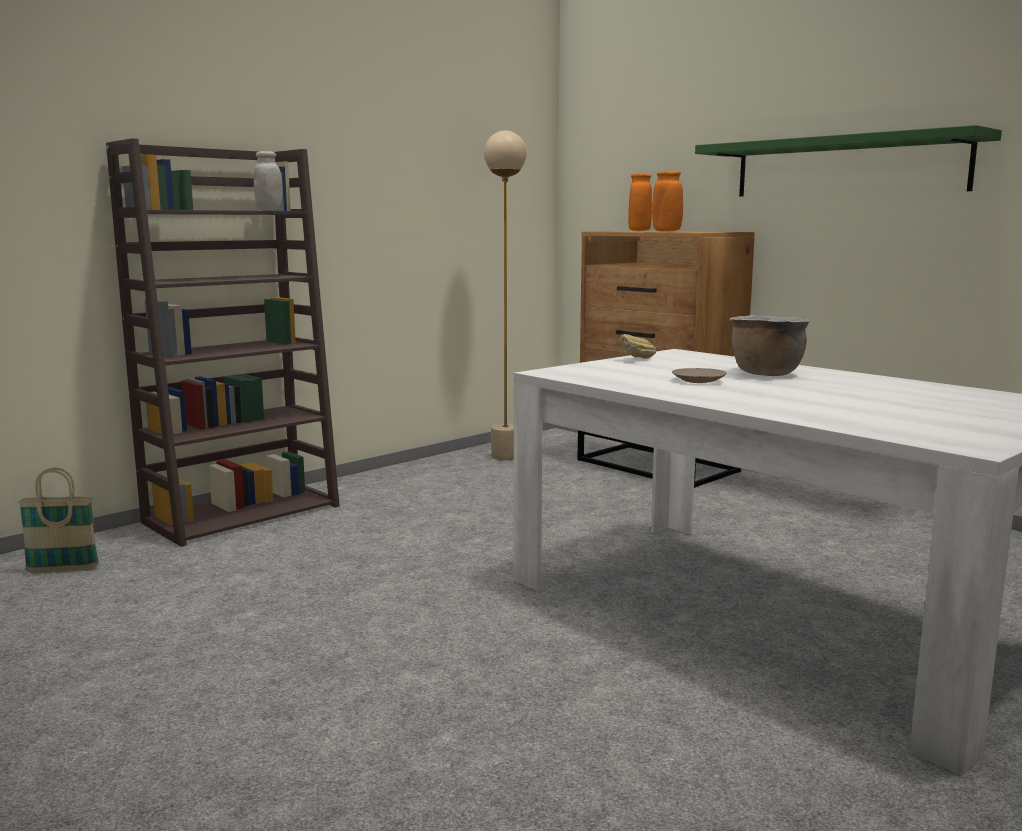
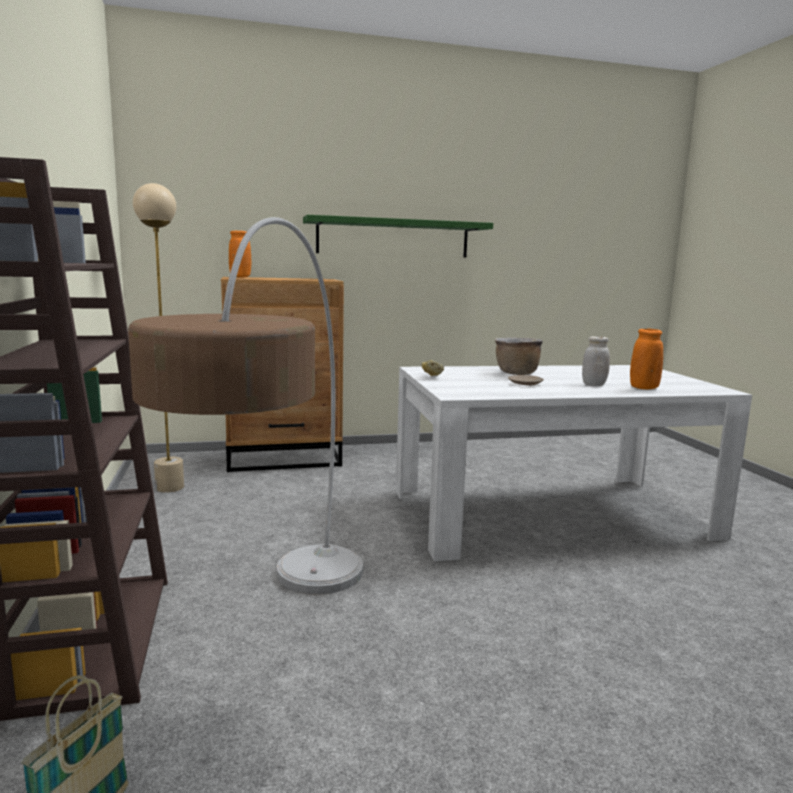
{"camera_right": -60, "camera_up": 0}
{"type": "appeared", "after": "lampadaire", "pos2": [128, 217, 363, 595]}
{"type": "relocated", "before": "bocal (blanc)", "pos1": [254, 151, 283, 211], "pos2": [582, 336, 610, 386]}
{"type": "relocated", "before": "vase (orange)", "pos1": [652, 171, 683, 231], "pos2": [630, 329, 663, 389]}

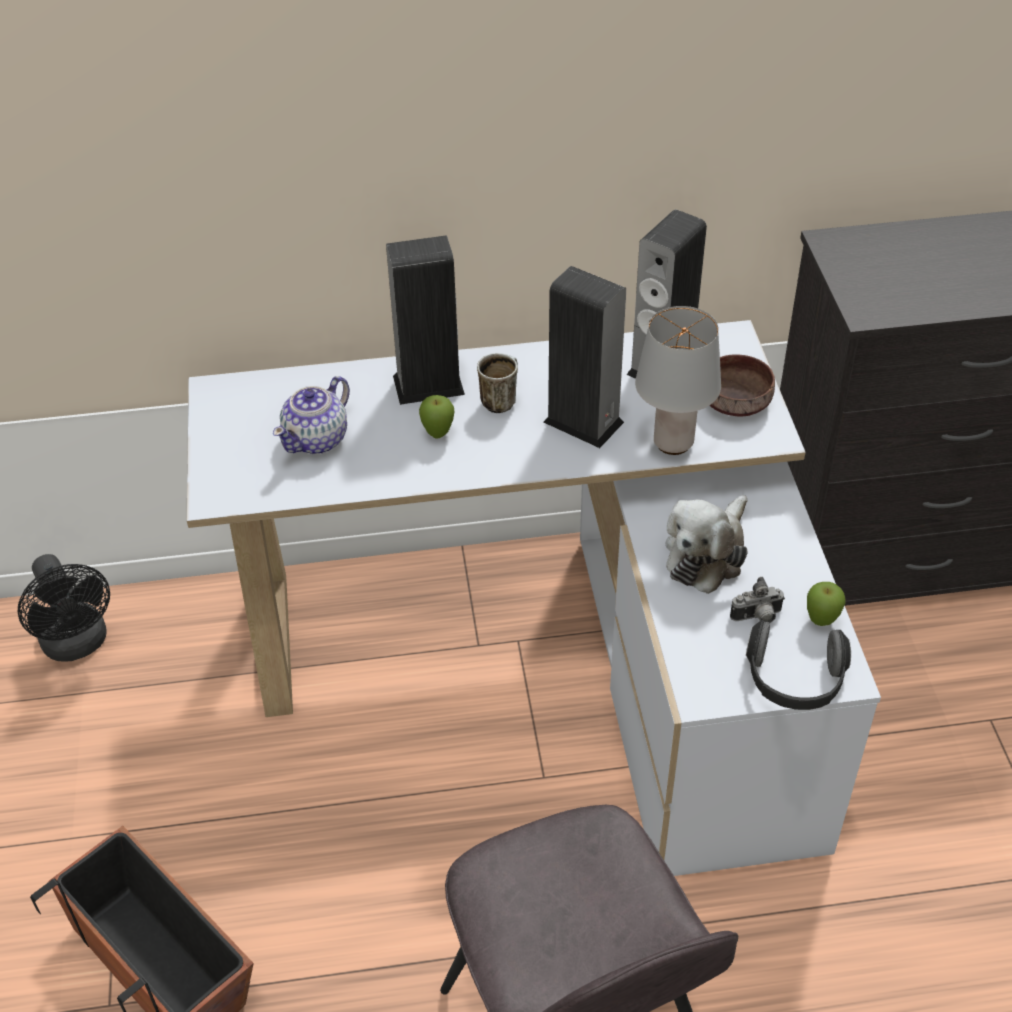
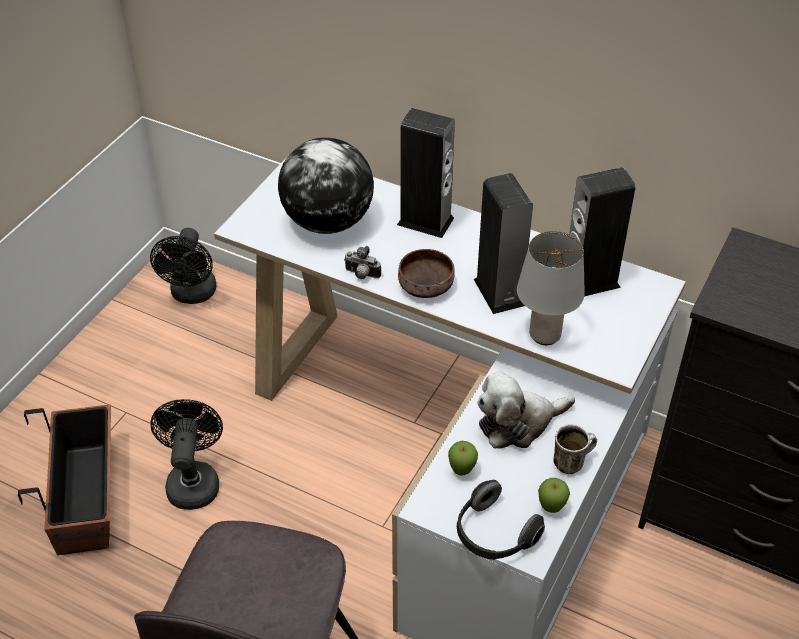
{"camera_right": 35, "camera_up": 0}
{"type": "appeared", "after": "ventilateur (noir)", "pos2": [150, 399, 223, 510]}
{"type": "exchanged", "before": "théière", "after": "globe", "pos1": [273, 376, 350, 454], "pos2": [278, 137, 374, 234]}
{"type": "relocated", "before": "appareil photo", "pos1": [730, 577, 785, 623], "pos2": [344, 246, 381, 279]}
{"type": "relocated", "before": "bol (marron)", "pos1": [709, 354, 775, 416], "pos2": [398, 249, 455, 298]}
{"type": "relocated", "before": "pomme", "pos1": [419, 395, 455, 439], "pos2": [448, 441, 478, 475]}
{"type": "relocated", "before": "mug", "pos1": [477, 353, 518, 413], "pos2": [553, 424, 597, 474]}

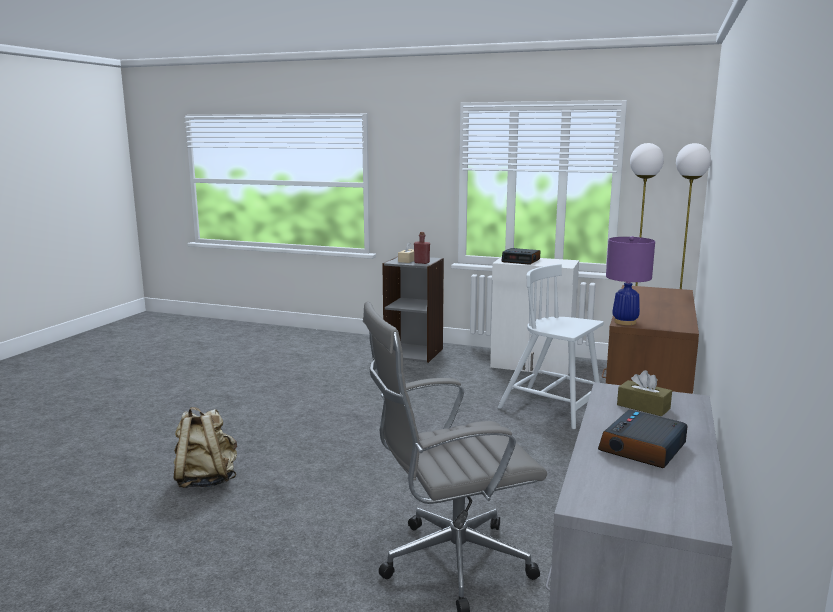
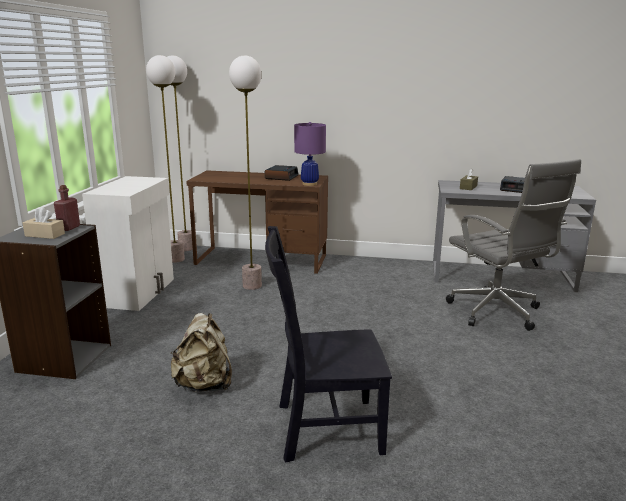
{"camera_right": -100, "camera_up": 5}
{"type": "relocated", "before": "sac à dos (beige)", "pos1": [174, 407, 237, 488], "pos2": [170, 313, 232, 392]}
{"type": "exchanged", "before": "chaise (blanc)", "after": "lampadaire", "pos1": [498, 264, 604, 429], "pos2": [229, 56, 262, 290]}
{"type": "relocated", "before": "réveil", "pos1": [502, 248, 541, 265], "pos2": [265, 165, 299, 181]}
{"type": "appeared", "after": "chaise (noir)", "pos2": [265, 226, 392, 463]}

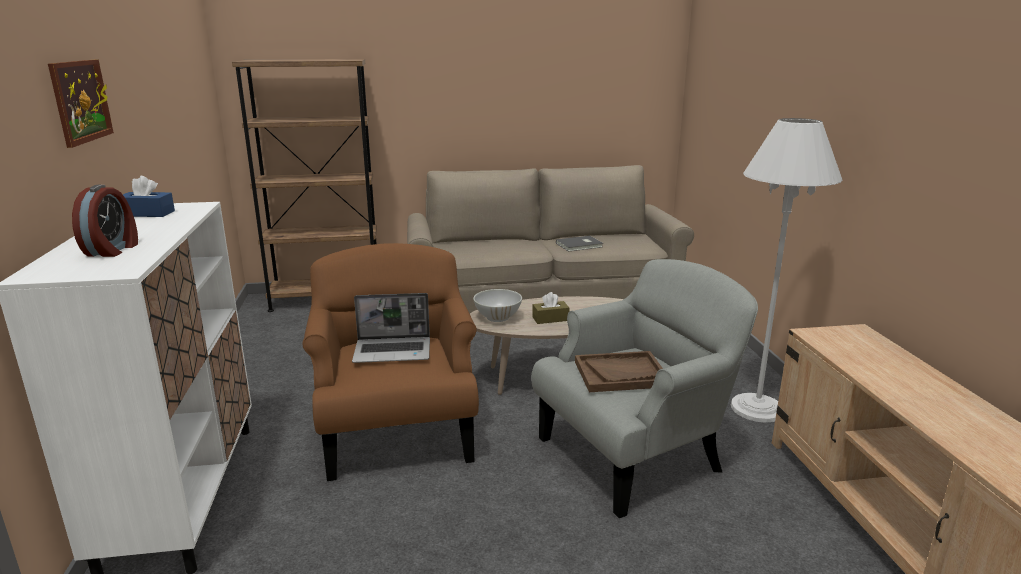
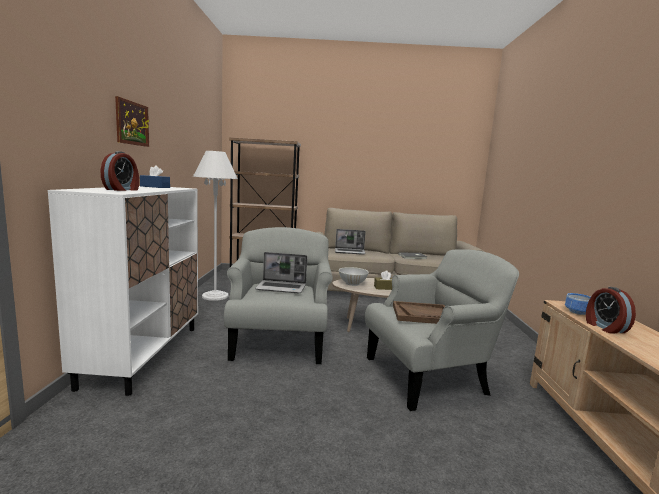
{"camera_right": 10, "camera_up": -10}
{"type": "relocated", "before": "lampadaire (blanc)", "pos1": [731, 118, 842, 423], "pos2": [193, 151, 238, 301]}
{"type": "colour", "before": "fauteuil (marron)", "after": "fauteuil (gris)", "pos1": [302, 243, 479, 481], "pos2": [224, 227, 333, 364]}
{"type": "appeared", "after": "ordinateur portable", "pos2": [335, 229, 366, 255]}
{"type": "appeared", "after": "bol", "pos2": [565, 293, 591, 315]}
{"type": "appeared", "after": "réveil", "pos2": [586, 287, 636, 333]}

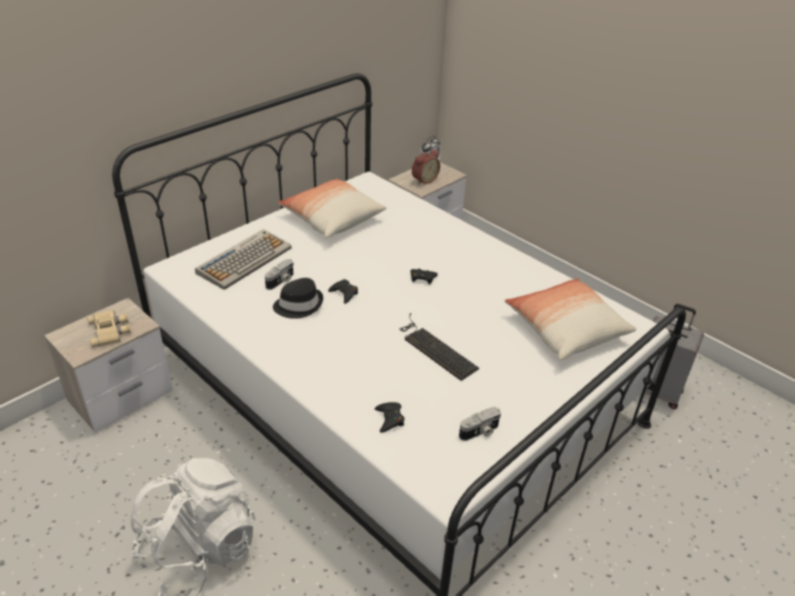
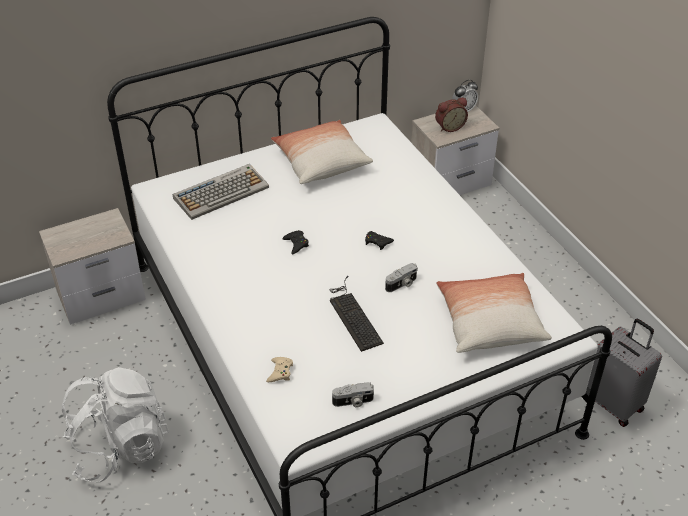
{"camera_right": 20, "camera_up": 5}
{"type": "colour", "before": "manette (noir)", "after": "manette (beige)", "pos1": [375, 402, 405, 433], "pos2": [266, 357, 293, 382]}
{"type": "relocated", "before": "appareil photo", "pos1": [265, 259, 294, 290], "pos2": [385, 263, 418, 292]}
{"type": "missing", "before": "jumelles (beige)", "pos1": [87, 310, 131, 347]}
{"type": "missing", "before": "chapeau (noir)", "pos1": [273, 278, 323, 319]}

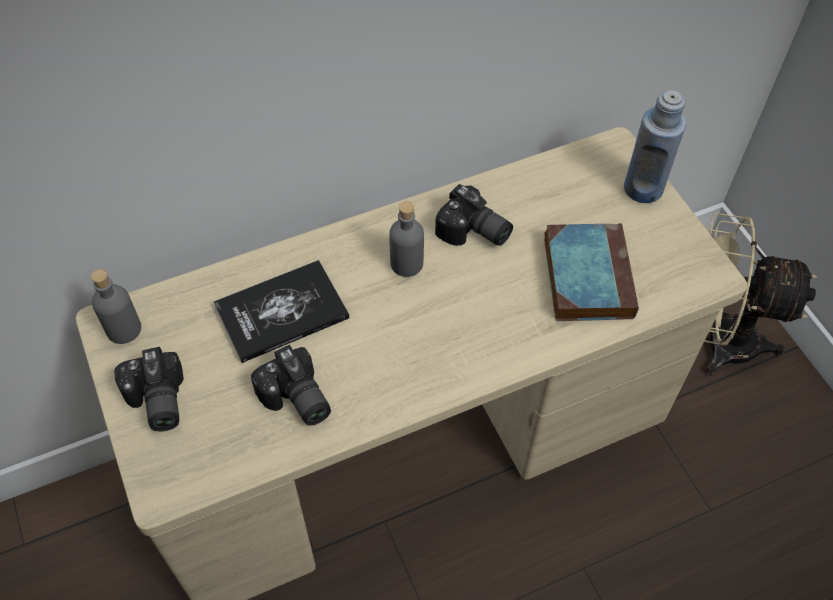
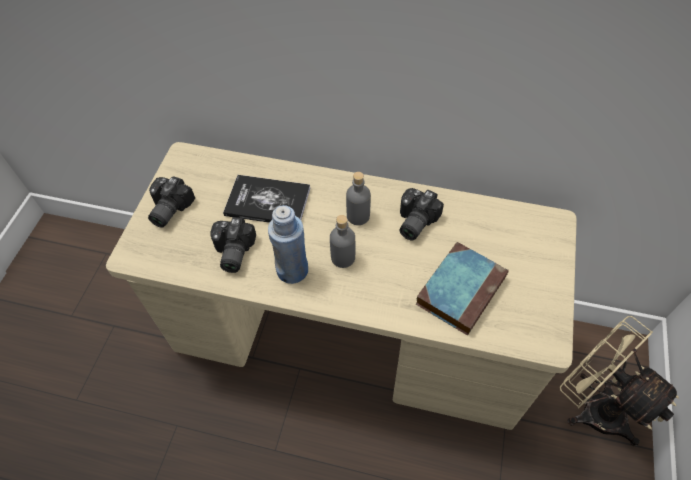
{"camera_right": 40, "camera_up": 0}
{"type": "relocated", "before": "bouteille (bleu)", "pos1": [624, 90, 686, 203], "pos2": [268, 205, 308, 284]}
{"type": "relocated", "before": "bouteille (gris)", "pos1": [91, 269, 141, 344], "pos2": [330, 215, 355, 268]}
{"type": "spun", "before": "appareil photo", "pos1": [435, 184, 513, 246], "pos2": [400, 188, 444, 240], "turn": 45}

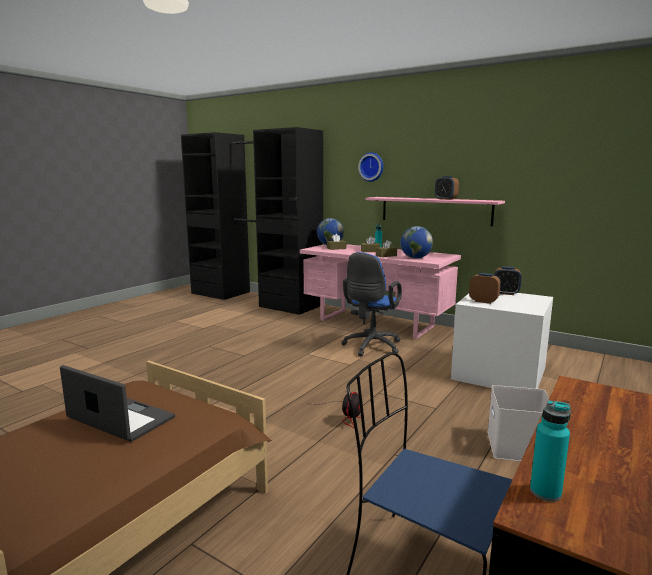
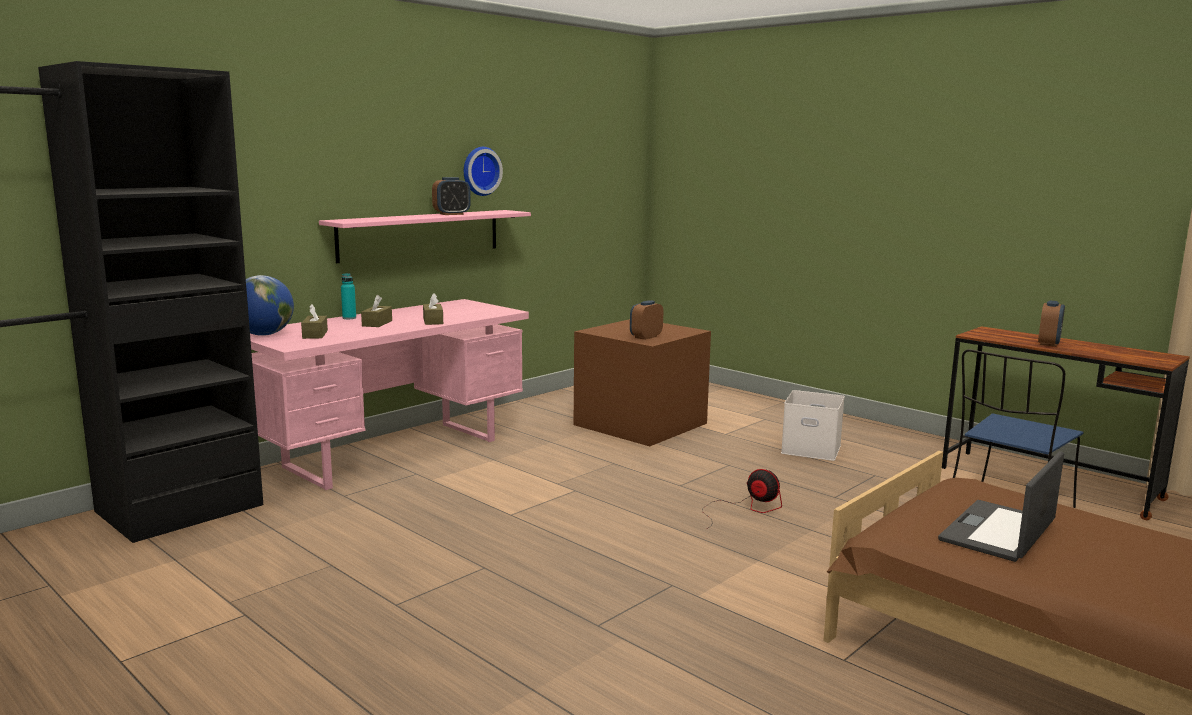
{"camera_right": -80, "camera_up": 0}
{"type": "relocated", "before": "horloge murale", "pos1": [358, 152, 383, 182], "pos2": [464, 147, 503, 196]}
{"type": "colour", "before": "boîte de rangement (blanc)", "after": "boîte de rangement (marron)", "pos1": [451, 293, 553, 389], "pos2": [574, 319, 711, 446]}
{"type": "relocated", "before": "réveil", "pos1": [494, 266, 522, 295], "pos2": [1038, 300, 1065, 347]}
{"type": "missing", "before": "chaise de bureau (bleu)", "pos1": [341, 252, 402, 356]}
{"type": "missing", "before": "globe", "pos1": [400, 226, 433, 259]}
{"type": "missing", "before": "bouteille (turquoise)", "pos1": [530, 400, 571, 502]}

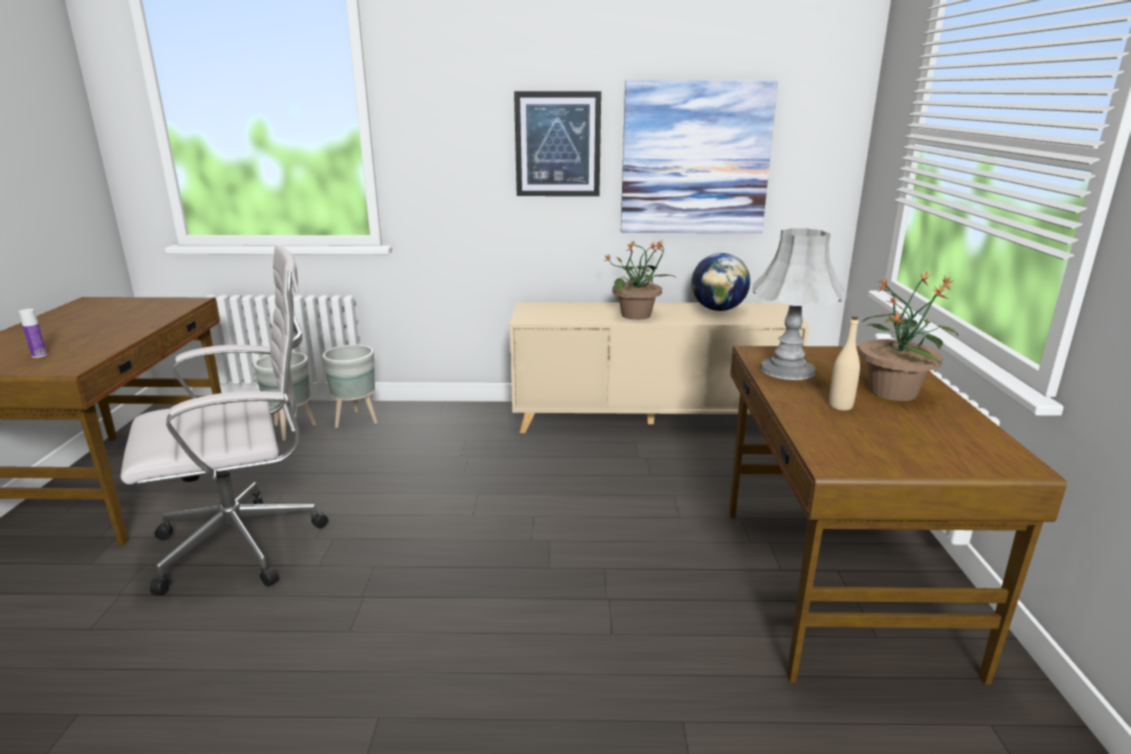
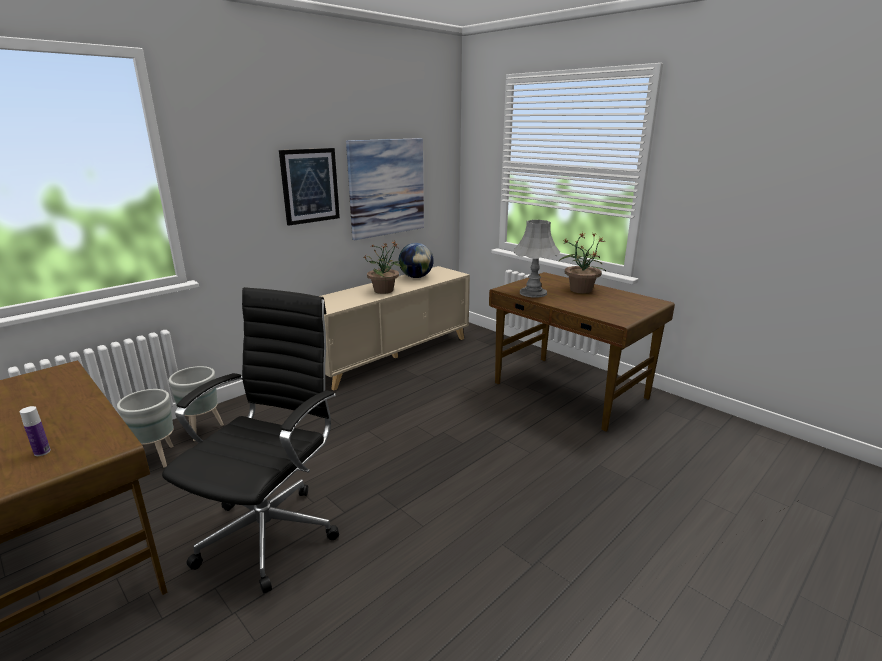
{"camera_right": -45, "camera_up": 0}
{"type": "colour", "before": "chaise de bureau (blanc)", "after": "chaise de bureau (noir)", "pos1": [121, 245, 328, 595], "pos2": [162, 287, 339, 594]}
{"type": "missing", "before": "bouteille (beige)", "pos1": [829, 316, 860, 411]}

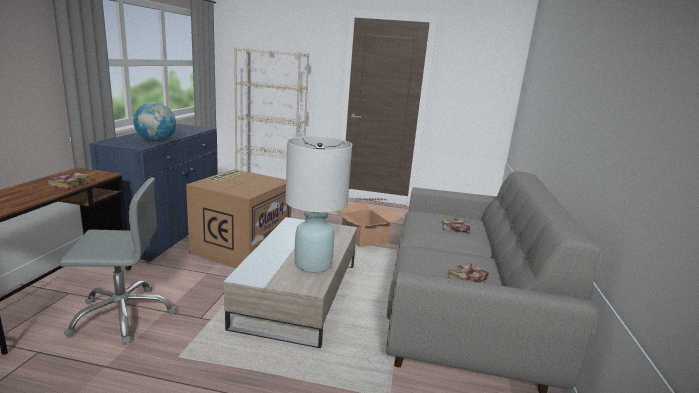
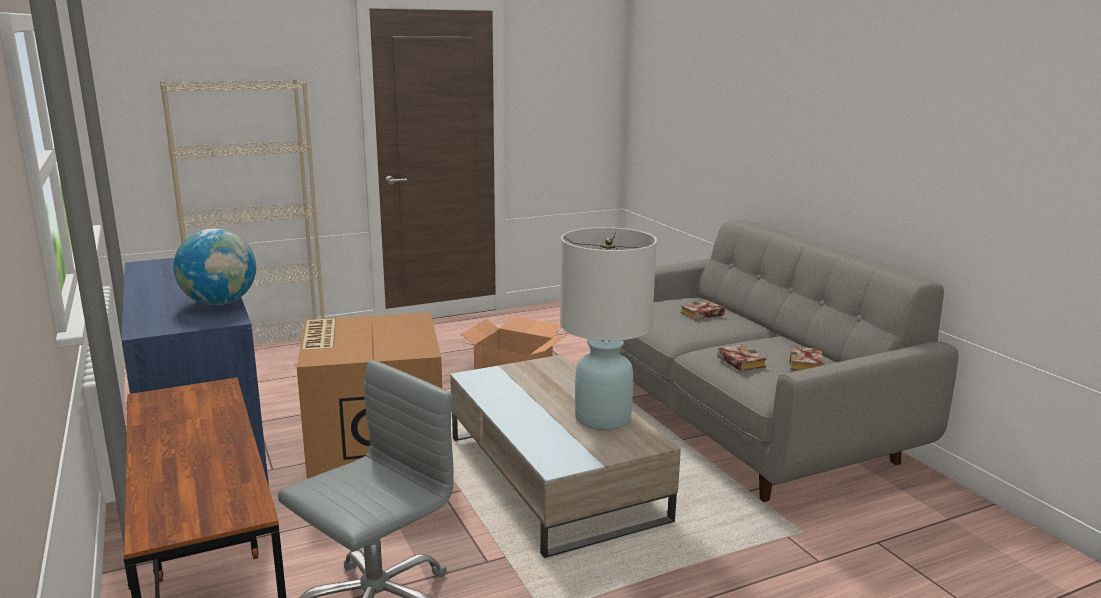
{"camera_right": -35, "camera_up": 0}
{"type": "relocated", "before": "livre", "pos1": [48, 172, 91, 189], "pos2": [717, 344, 767, 372]}

